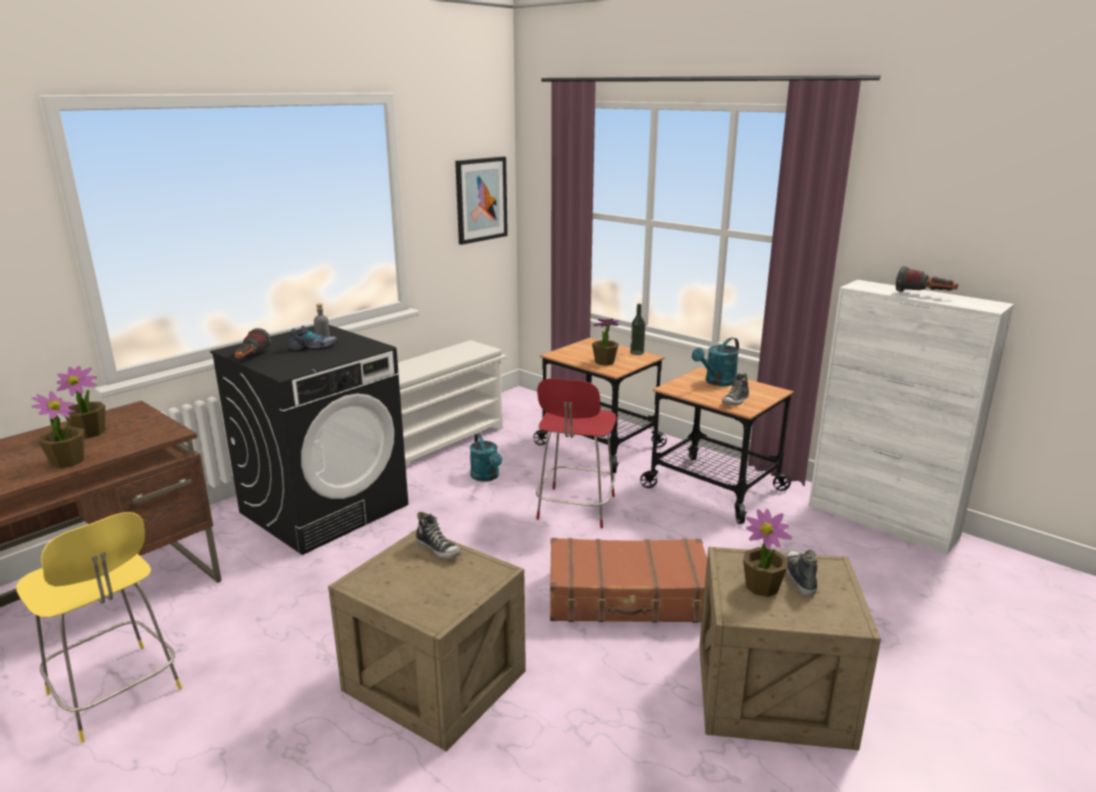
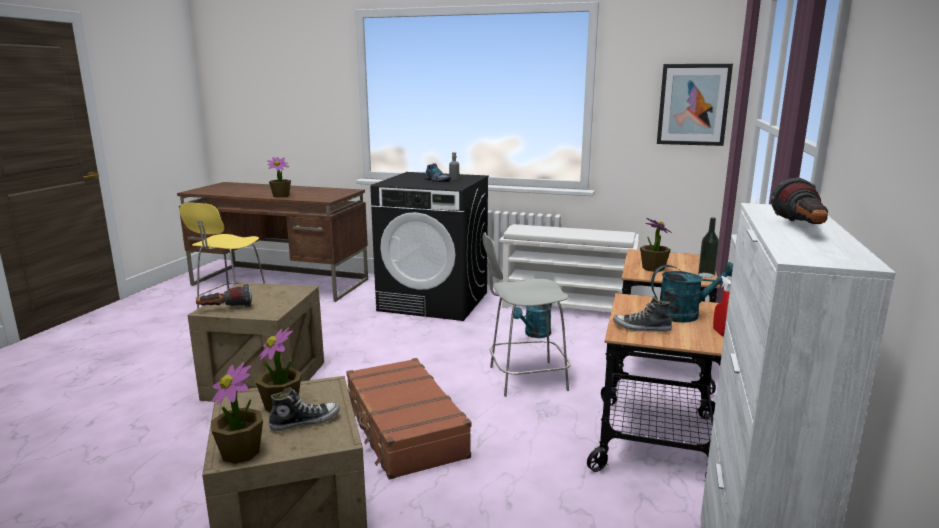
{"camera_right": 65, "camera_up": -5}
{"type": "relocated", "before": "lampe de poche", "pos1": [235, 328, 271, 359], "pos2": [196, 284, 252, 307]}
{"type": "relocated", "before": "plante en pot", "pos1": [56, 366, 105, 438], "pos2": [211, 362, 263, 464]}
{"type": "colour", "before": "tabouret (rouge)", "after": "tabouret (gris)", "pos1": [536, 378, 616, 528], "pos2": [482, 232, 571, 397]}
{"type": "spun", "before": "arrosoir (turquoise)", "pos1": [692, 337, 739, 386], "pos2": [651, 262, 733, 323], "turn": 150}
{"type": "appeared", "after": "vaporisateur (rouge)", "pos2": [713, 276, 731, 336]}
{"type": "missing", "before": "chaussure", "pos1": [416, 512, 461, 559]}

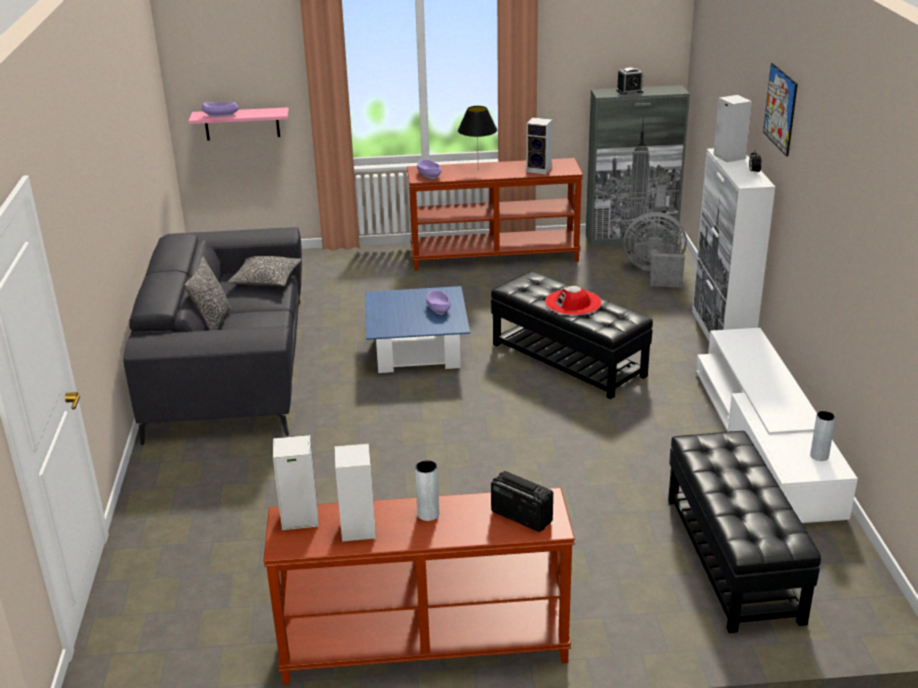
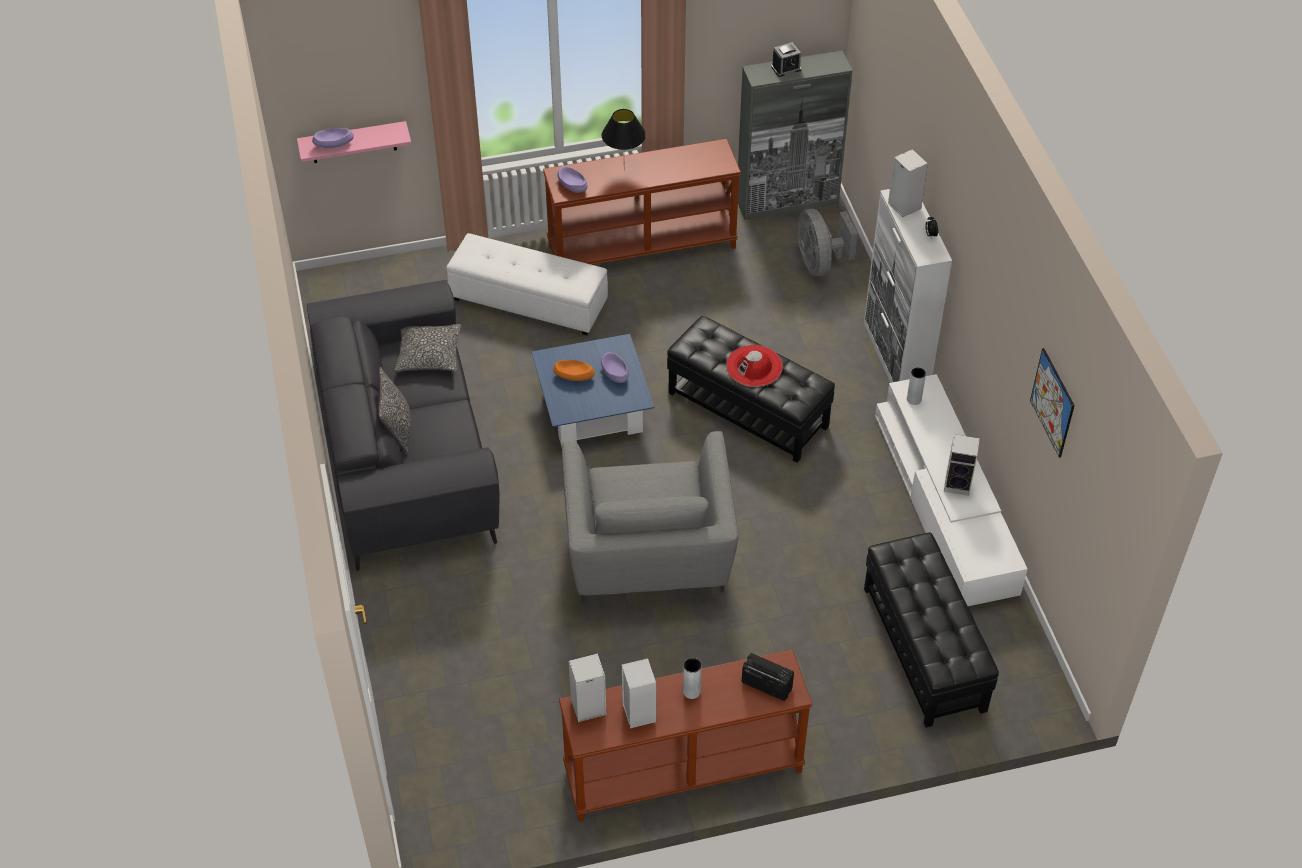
{"camera_right": -10, "camera_up": 20}
{"type": "appeared", "after": "pouf (blanc)", "pos2": [446, 233, 608, 335]}
{"type": "appeared", "after": "bol (orange)", "pos2": [553, 360, 595, 381]}
{"type": "appeared", "after": "fauteuil (gris)", "pos2": [562, 431, 739, 602]}
{"type": "spun", "before": "ventilateur (gris)", "pos1": [623, 212, 687, 288], "pos2": [797, 209, 858, 276], "turn": -105}
{"type": "relocated", "before": "vase (gris)", "pos1": [810, 411, 836, 461], "pos2": [907, 367, 926, 405]}
{"type": "relocated", "before": "enceinte", "pos1": [526, 118, 553, 174], "pos2": [944, 434, 980, 496]}
{"type": "relocated", "before": "tableau", "pos1": [763, 63, 798, 156], "pos2": [1030, 348, 1075, 458]}

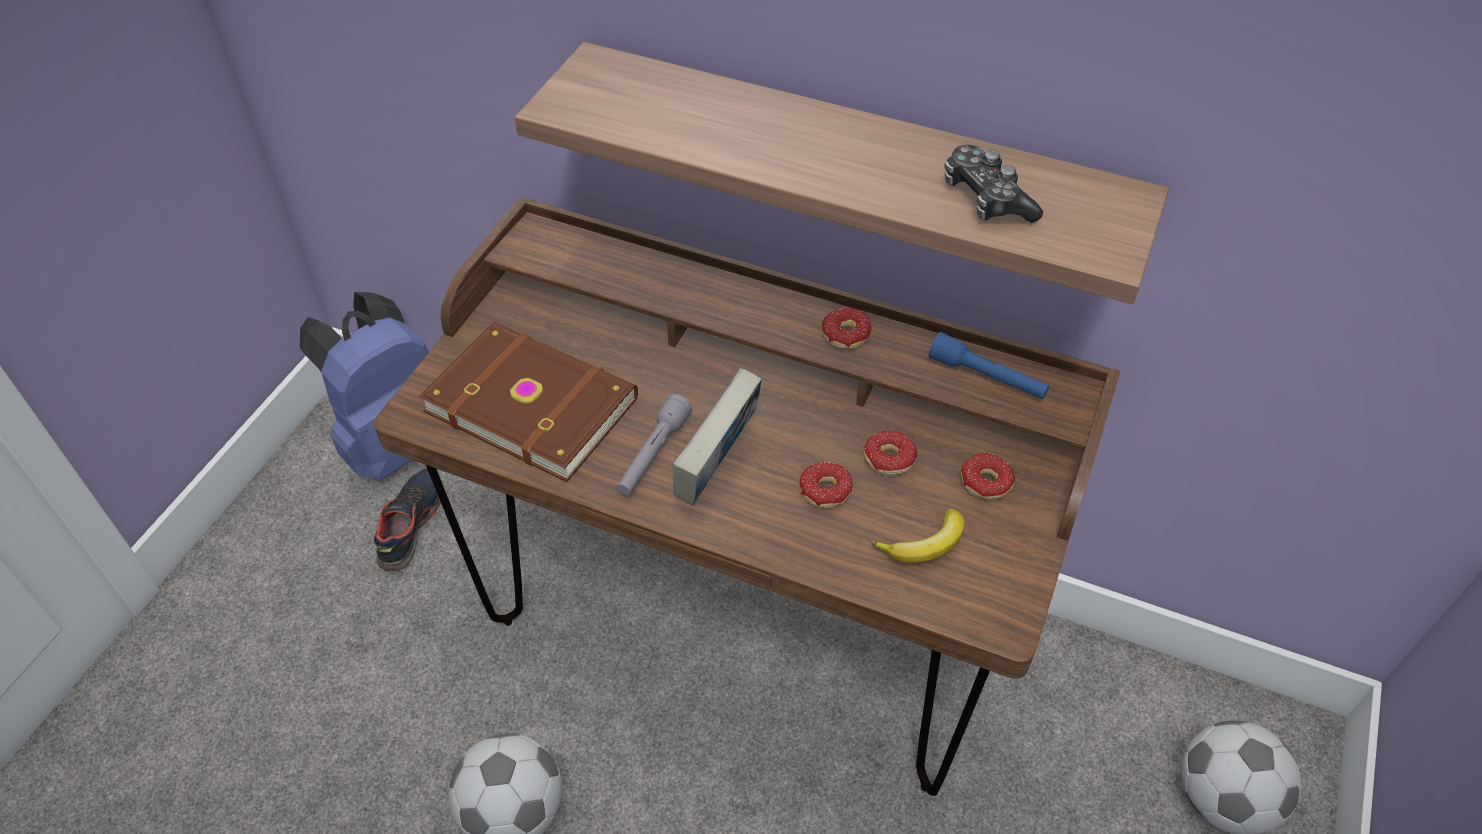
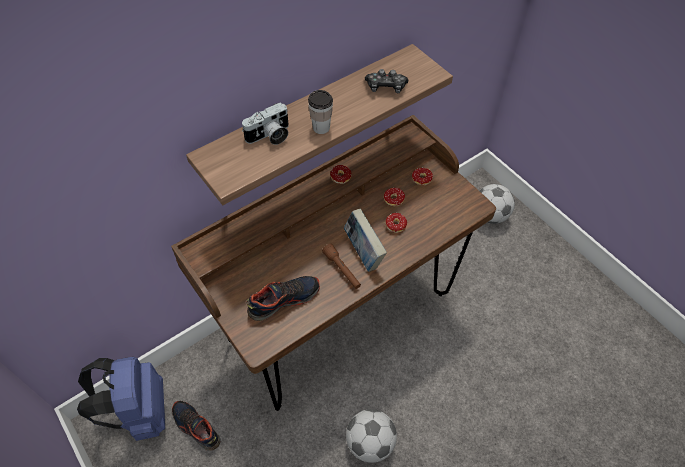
{"camera_right": -60, "camera_up": 5}
{"type": "appeared", "after": "appareil photo", "pos2": [242, 102, 289, 145]}
{"type": "exchanged", "before": "livre (marron)", "after": "chaussure", "pos1": [419, 321, 638, 482], "pos2": [246, 276, 320, 321]}
{"type": "appeared", "after": "tasse", "pos2": [308, 90, 333, 134]}
{"type": "colour", "before": "lampe de poche (gris)", "after": "lampe de poche (marron)", "pos1": [616, 394, 692, 495], "pos2": [322, 244, 361, 289]}
{"type": "missing", "before": "banane", "pos1": [871, 509, 965, 563]}
{"type": "missing", "before": "lampe de poche (bleu)", "pos1": [929, 332, 1049, 399]}

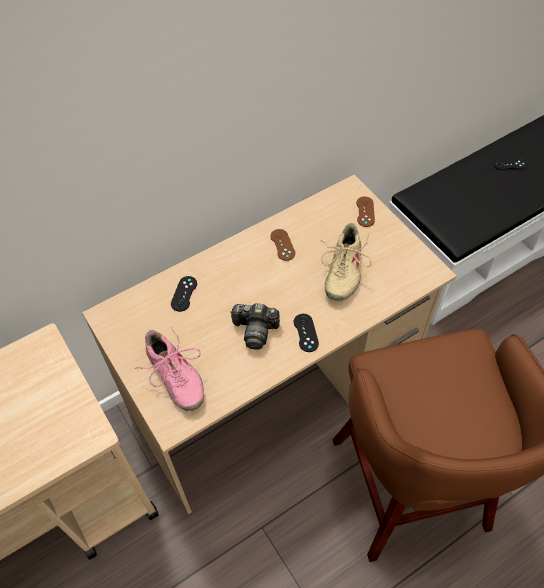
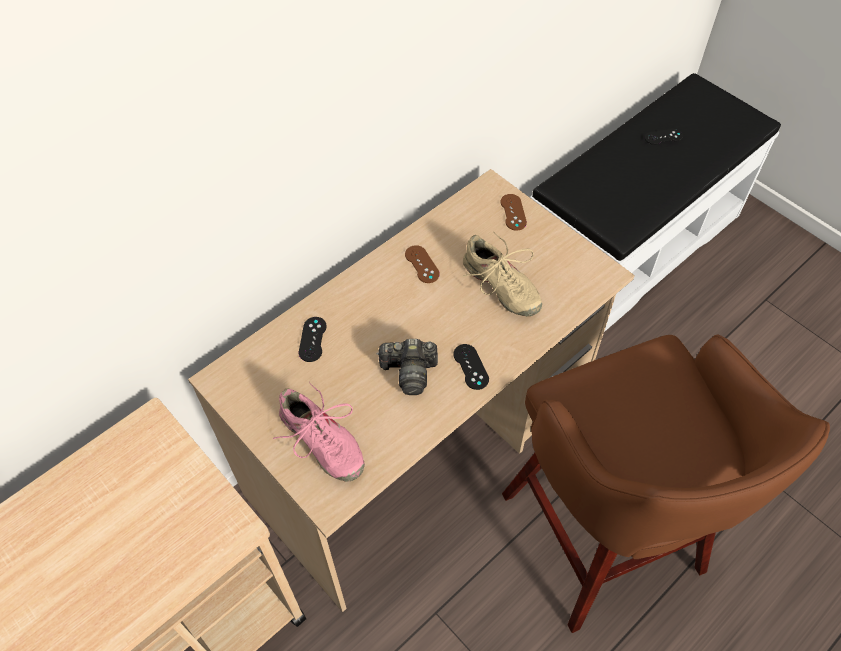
{"camera_right": -10, "camera_up": 0}
{"type": "spun", "before": "chaussure (beige)", "pos1": [320, 223, 371, 301], "pos2": [463, 231, 542, 316], "turn": -45}

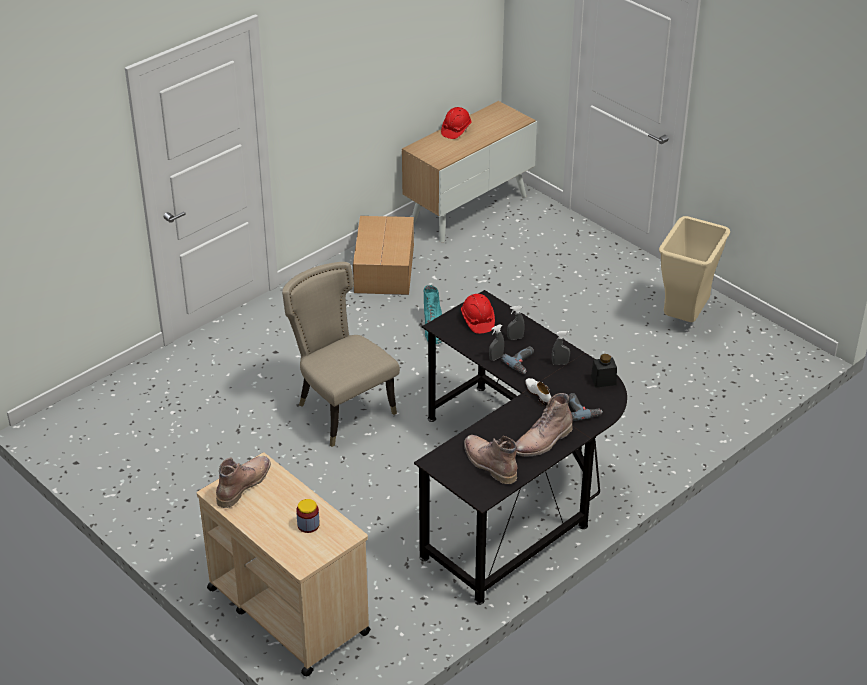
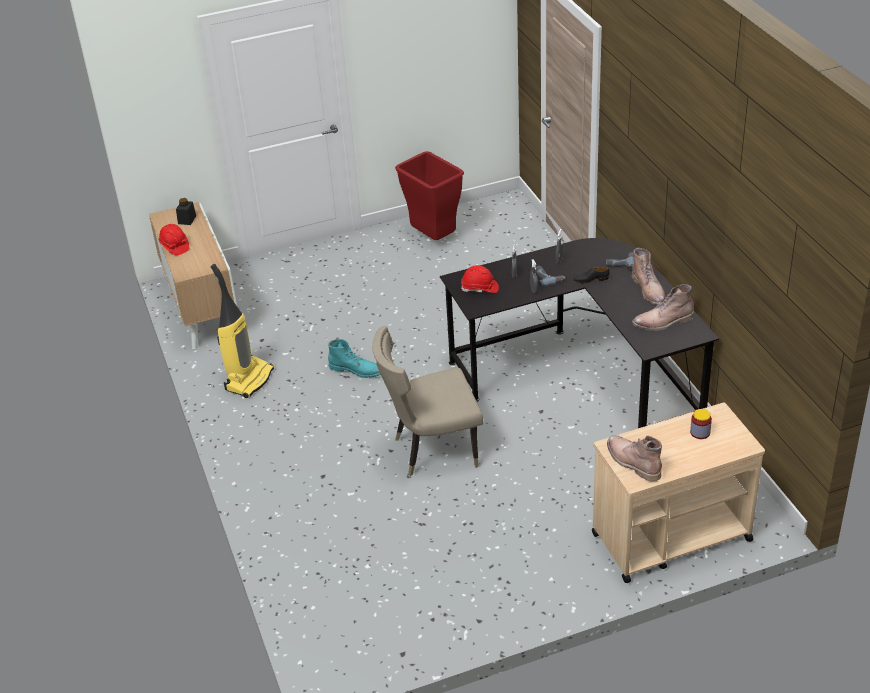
{"camera_right": -65, "camera_up": 0}
{"type": "relocated", "before": "bocal (noir)", "pos1": [591, 354, 617, 388], "pos2": [176, 198, 196, 225]}
{"type": "exchanged", "before": "carton", "after": "aspirateur", "pos1": [353, 216, 414, 295], "pos2": [211, 264, 274, 398]}
{"type": "colour", "before": "poubelle (beige)", "after": "poubelle (rouge)", "pos1": [659, 216, 730, 322], "pos2": [395, 151, 464, 240]}
{"type": "colour", "before": "chaussure (blanc)", "after": "chaussure (noir)", "pos1": [525, 378, 551, 406], "pos2": [573, 267, 610, 283]}

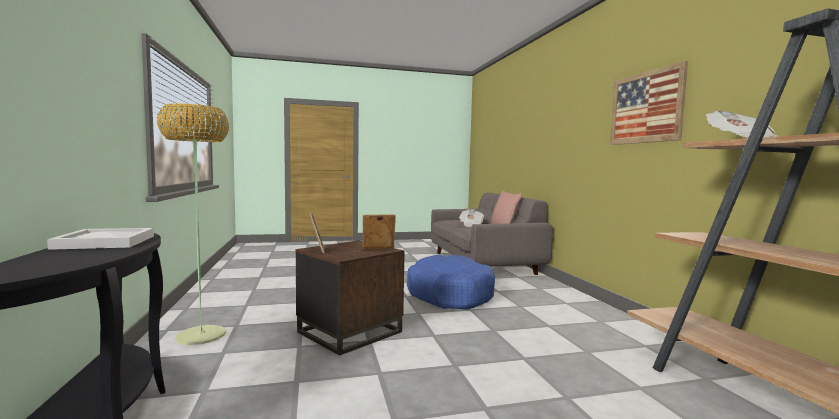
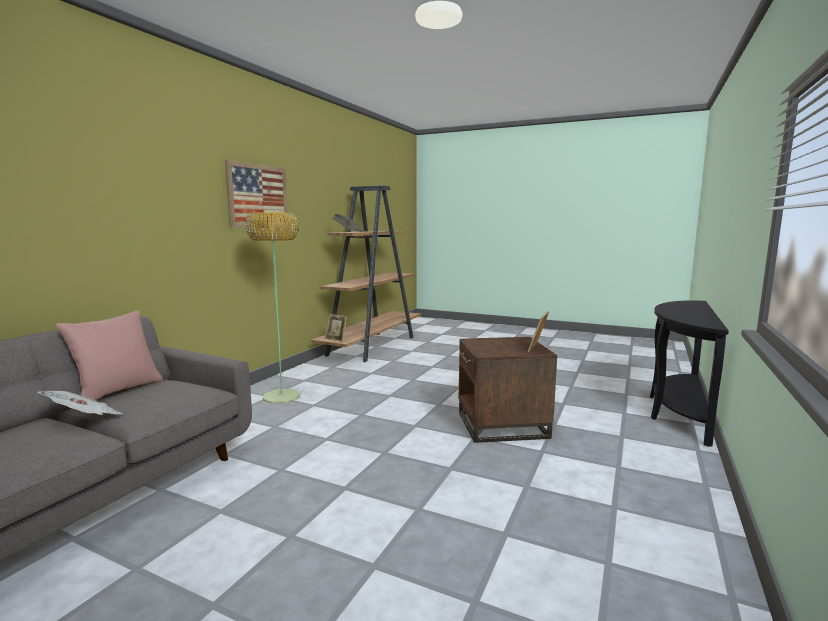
{"camera_right": -140, "camera_up": 5}
{"type": "relocated", "before": "lampadaire", "pos1": [157, 103, 229, 345], "pos2": [245, 212, 300, 404]}
{"type": "relocated", "before": "cadre photo", "pos1": [362, 214, 396, 249], "pos2": [325, 314, 347, 342]}
{"type": "missing", "before": "plateau (blanc)", "pos1": [47, 228, 154, 250]}
{"type": "missing", "before": "panier pour chien (bleu)", "pos1": [407, 254, 495, 310]}

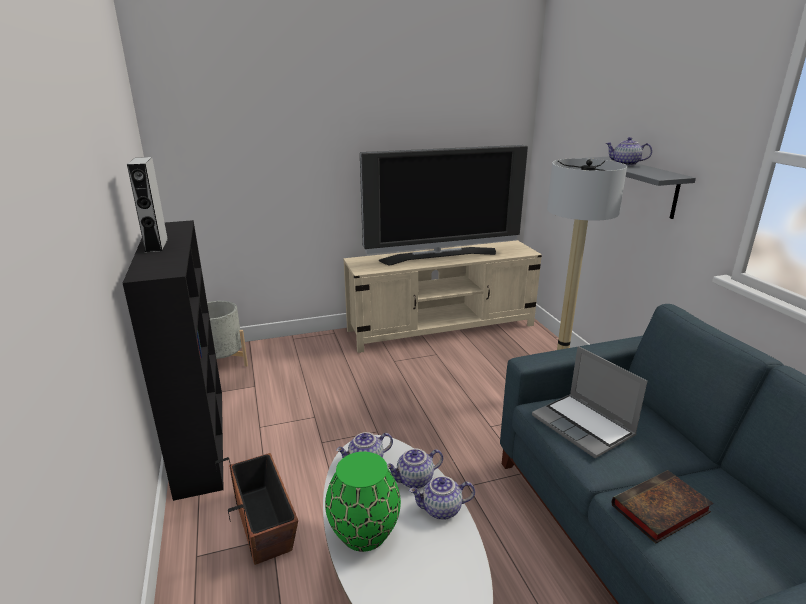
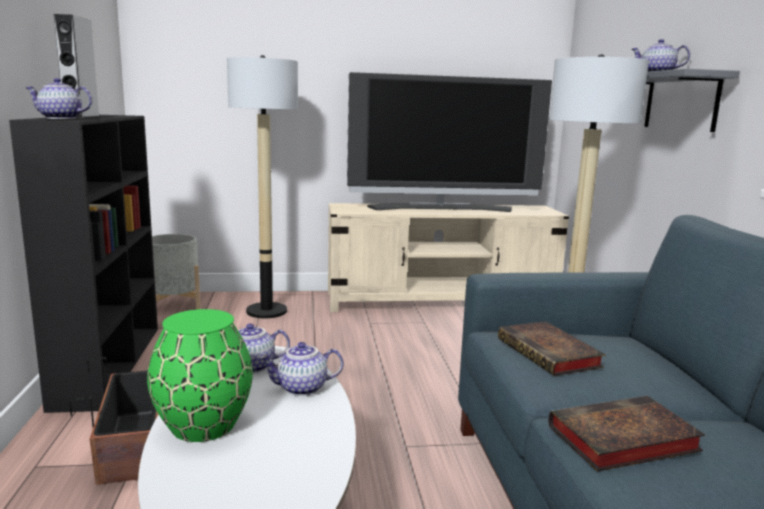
{"camera_right": 10, "camera_up": -10}
{"type": "relocated", "before": "théière", "pos1": [409, 476, 475, 520], "pos2": [26, 78, 92, 119]}
{"type": "appeared", "after": "lampadaire", "pos2": [227, 55, 298, 318]}
{"type": "exchanged", "before": "ordinateur portable", "after": "livre", "pos1": [532, 346, 647, 458], "pos2": [498, 321, 606, 376]}

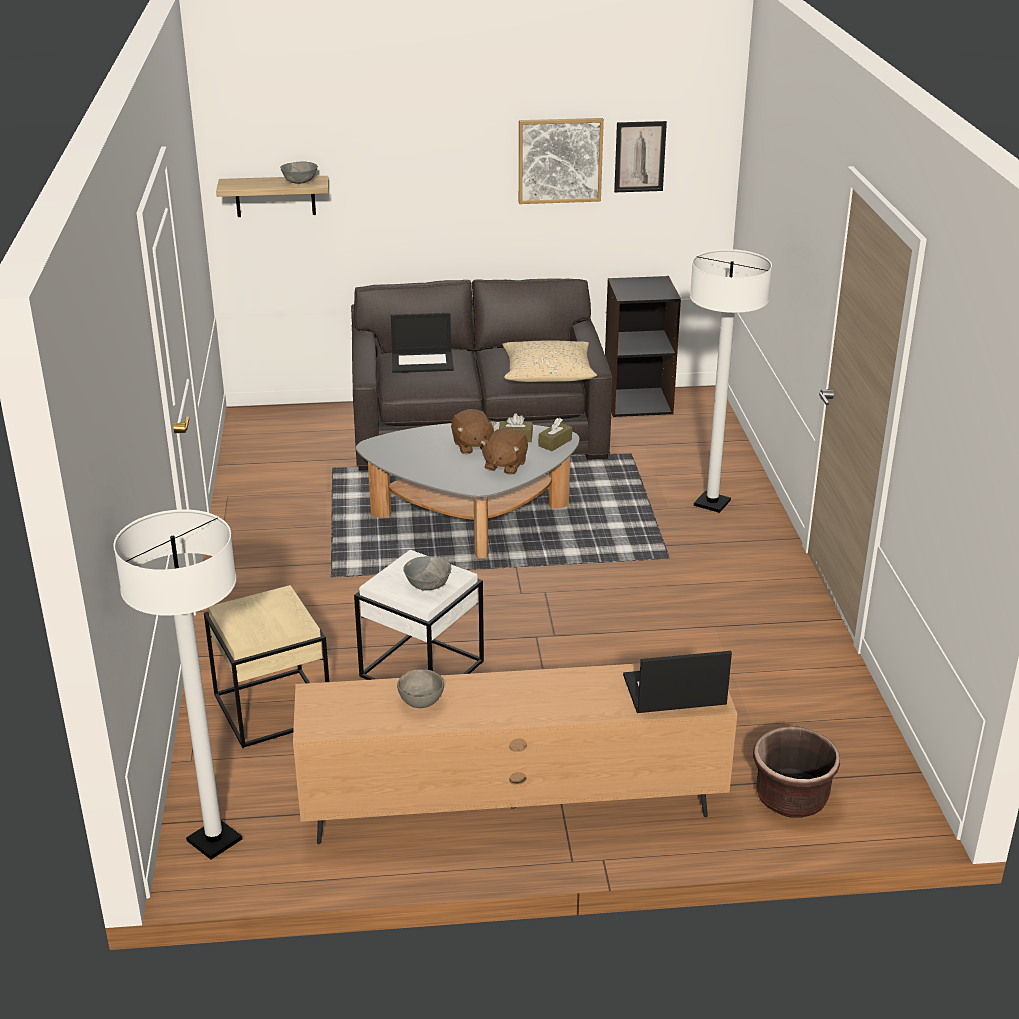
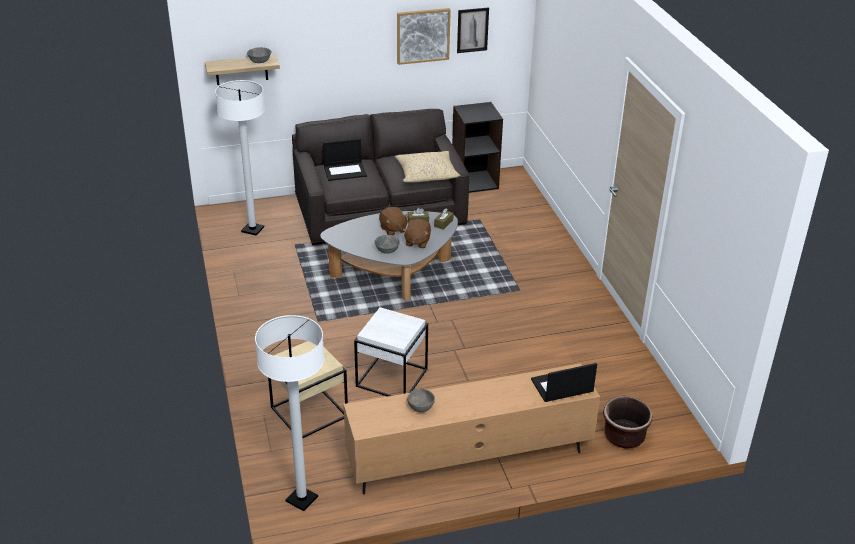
{"camera_right": -10, "camera_up": 5}
{"type": "relocated", "before": "lampadaire (blanc)", "pos1": [690, 249, 772, 513], "pos2": [215, 80, 265, 235]}
{"type": "relocated", "before": "bol (gris)", "pos1": [403, 556, 452, 591], "pos2": [374, 235, 400, 254]}

